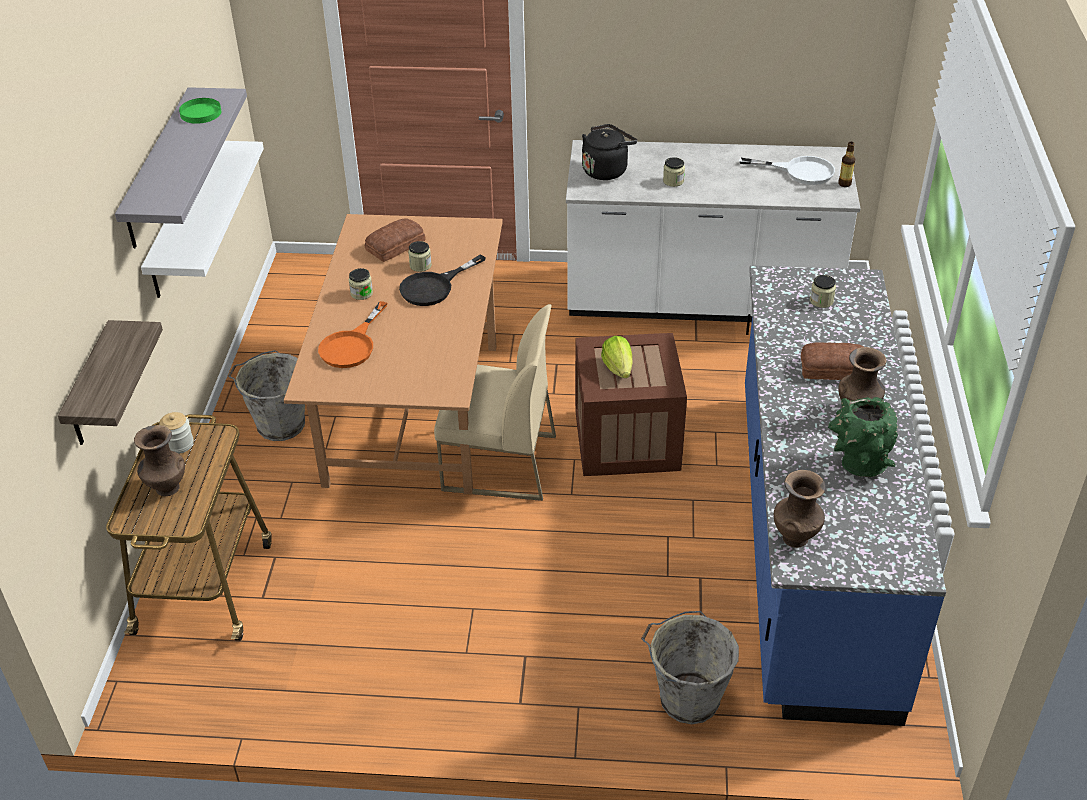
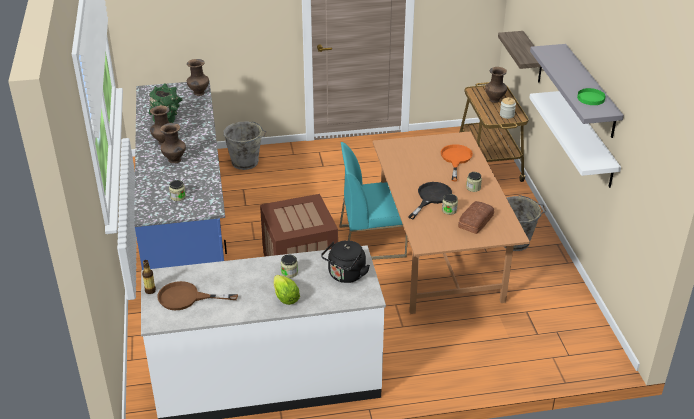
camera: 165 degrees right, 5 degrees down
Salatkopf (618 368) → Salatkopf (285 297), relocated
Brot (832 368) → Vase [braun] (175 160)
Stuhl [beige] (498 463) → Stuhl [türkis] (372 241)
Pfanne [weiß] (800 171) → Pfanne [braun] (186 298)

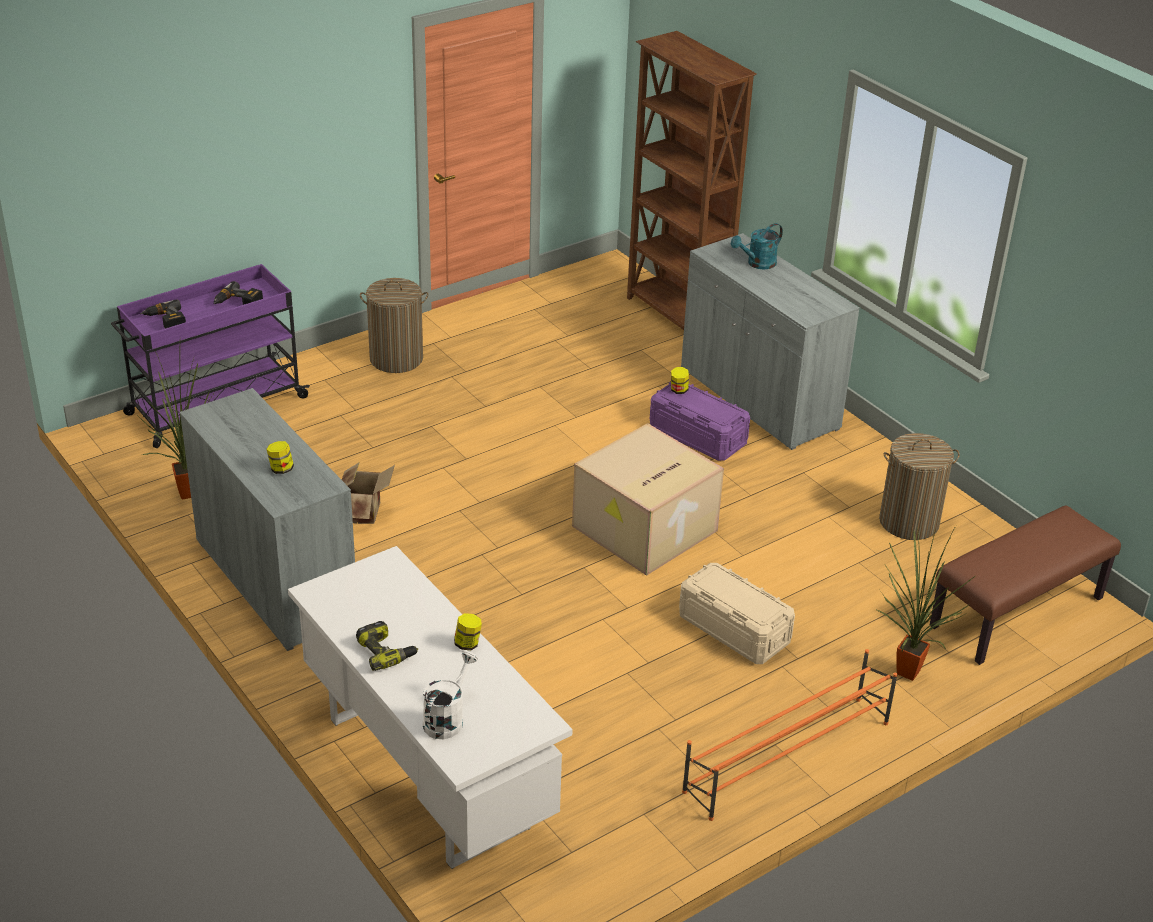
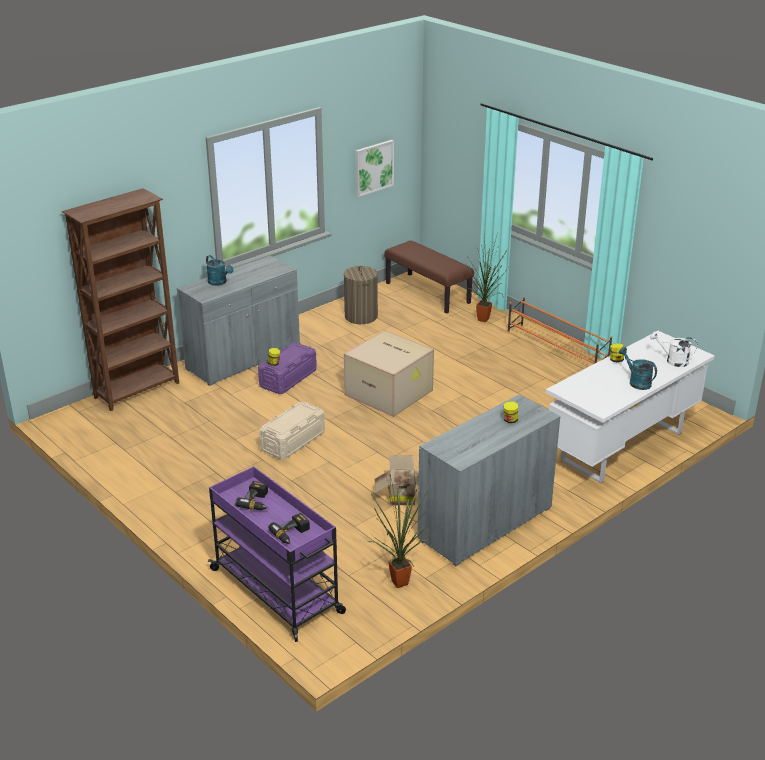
camera: 95 degrees left, 5 degrees down
Wäschekorb (396 359) → -
- → Bild (374 167)
Aufbewahrungsbox [beige] (734 629) → Aufbewahrungsbox [beige] (292 441), relocated
Bohrmaschine (386 652) → Gießkanne [türkis] (636 382)

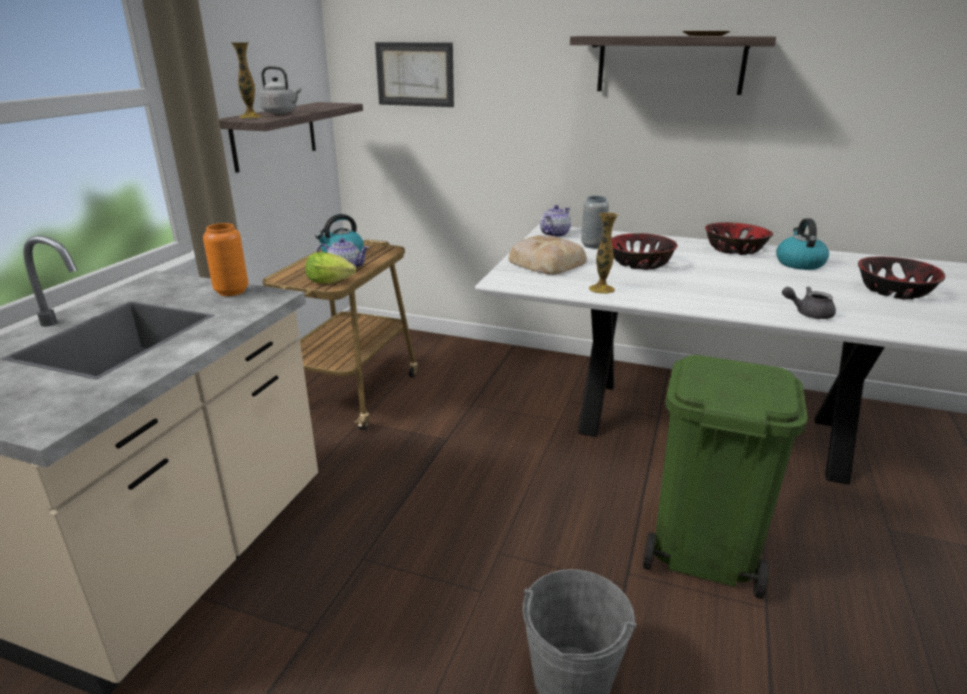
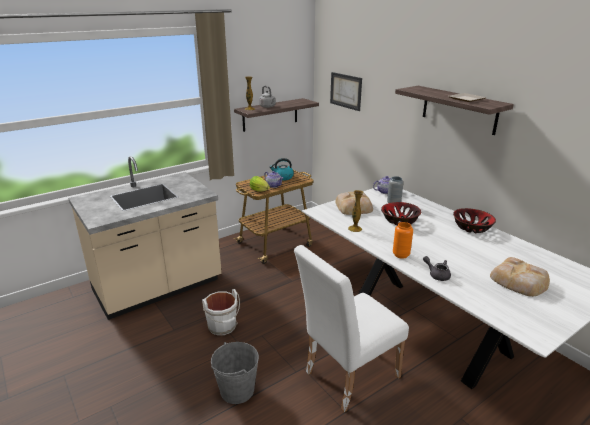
camera: 35 degrees right, 0 degrees up
Wasserkessel (799 263) → -
- → Eimer [weiß] (223 327)
Vase [orange] (231 291) → Vase [orange] (401 255), relocated
Mülleimer [grün] (701 551) → Stuhl [weiß] (346 377)
Schüssel (894 291) → Brot (519 281)

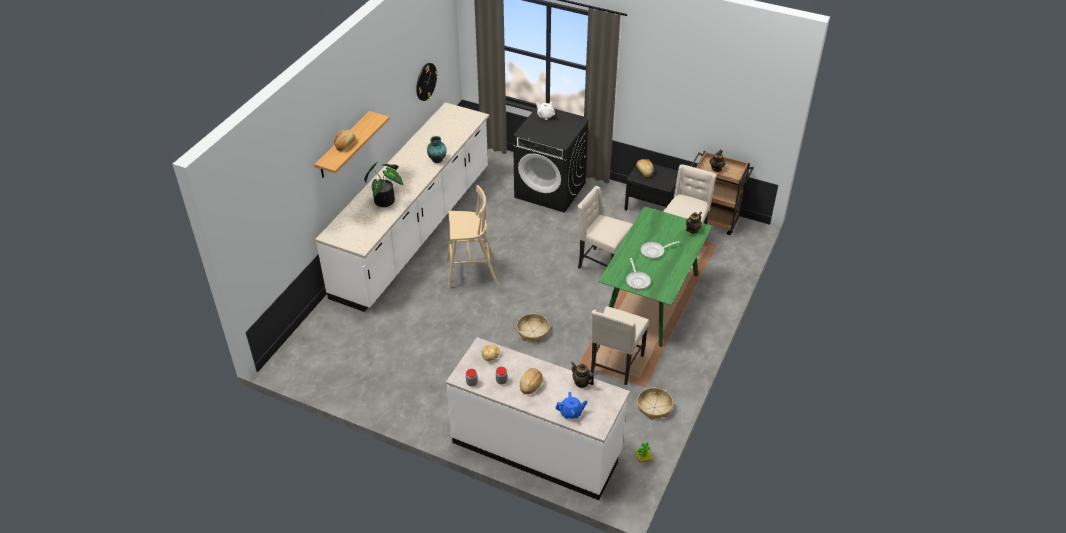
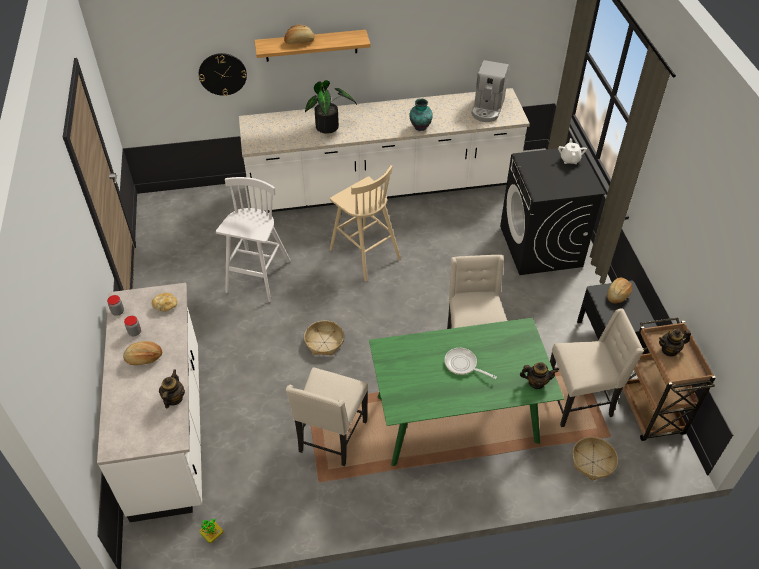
camera: 55 degrees right, 5 degrees up
Teekanne [blau] (571 413) → -
Pfanne (637 280) → -
- → Hocker [weiß] (258 277)
- → Kaffeemaschine (487 108)
Wanduhr (426 81) → Wanduhr (222 74), relocated
Korb (654 407) → Korb (593 462), relocated
Stuhl [beige] (616 365) → Stuhl [beige] (331 437), 60 degrees counterclockwise

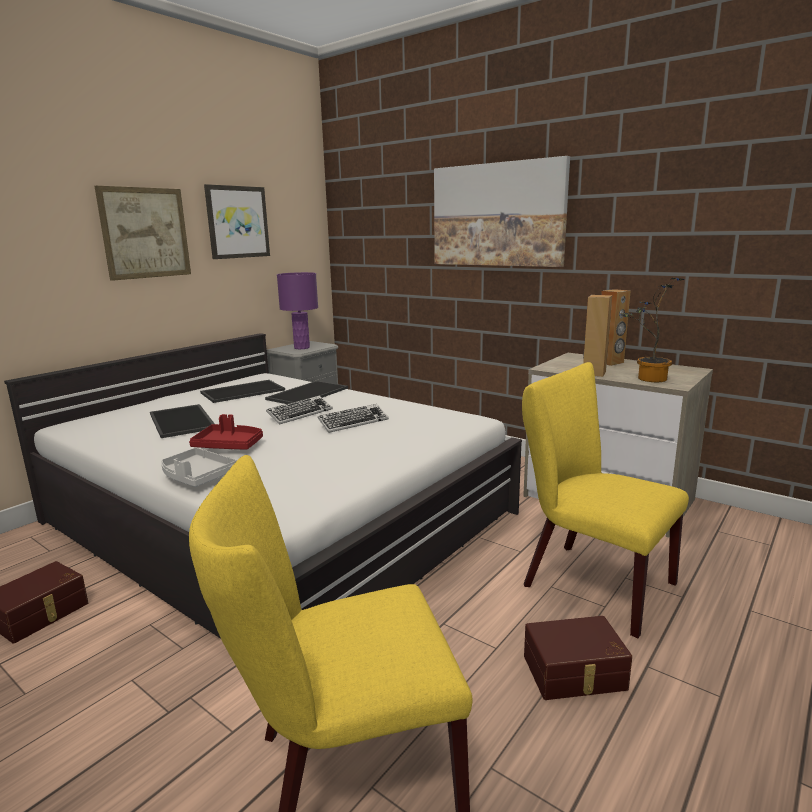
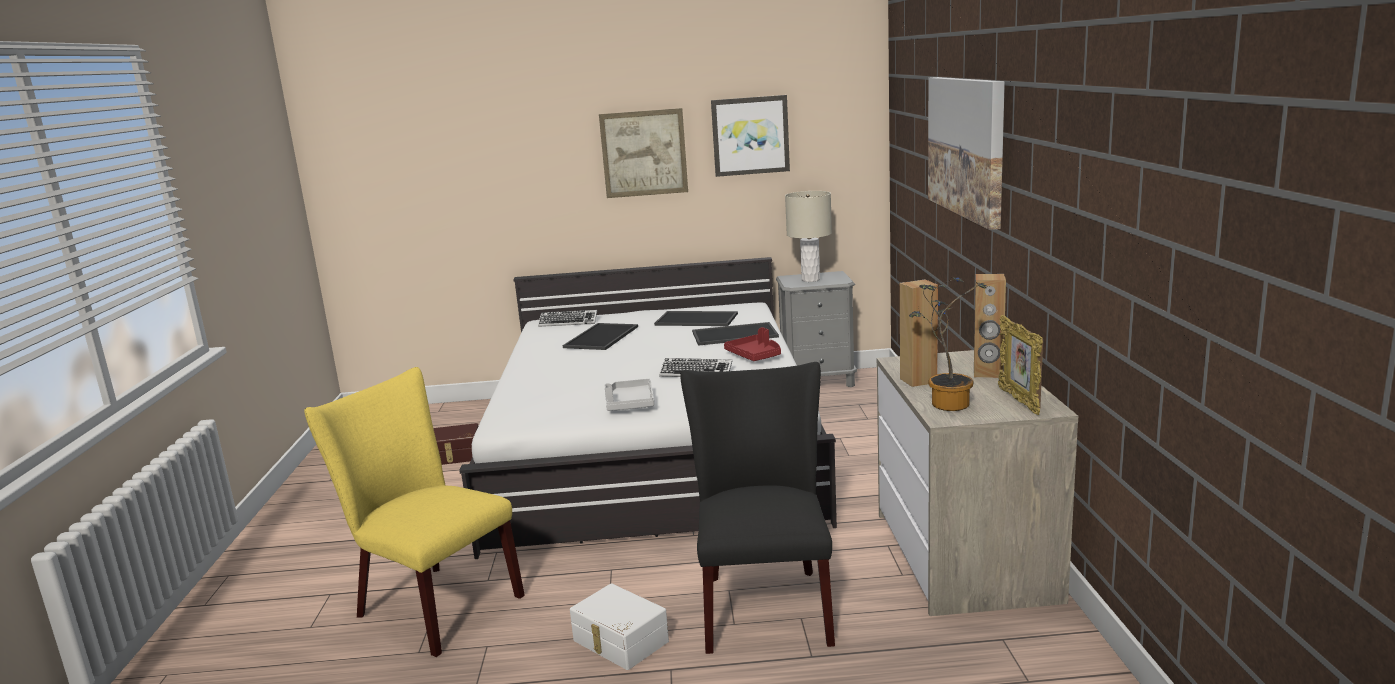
camera: 50 degrees right, 0 degrees up
- → Bilderrahmen (1019 401)
Tablett [grau] (197 476) → Tablett [grau] (630 404), relocated
Tablett [rot] (229 445) → Tablett [rot] (755 355), relocated
Tastatur (300 414) → Tastatur (568 322), relocated
Tischlampe [lila] (302 347) → Tischlampe [beige] (811 280)
Stuhl [gelb] (588 582) → Stuhl [schwarz] (764 603)
Aufbewahrungsbox [braun] (575 673) → Aufbewahrungsbox [weiß] (619 642)

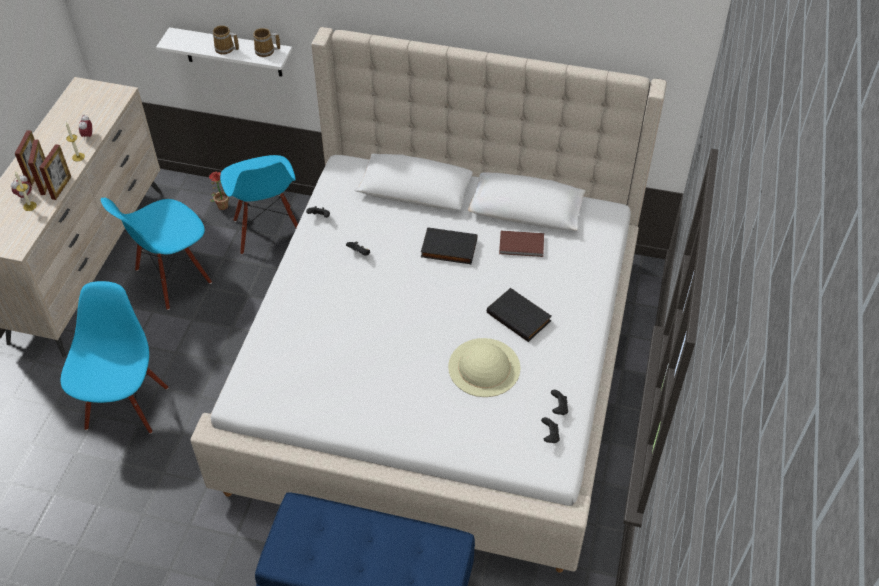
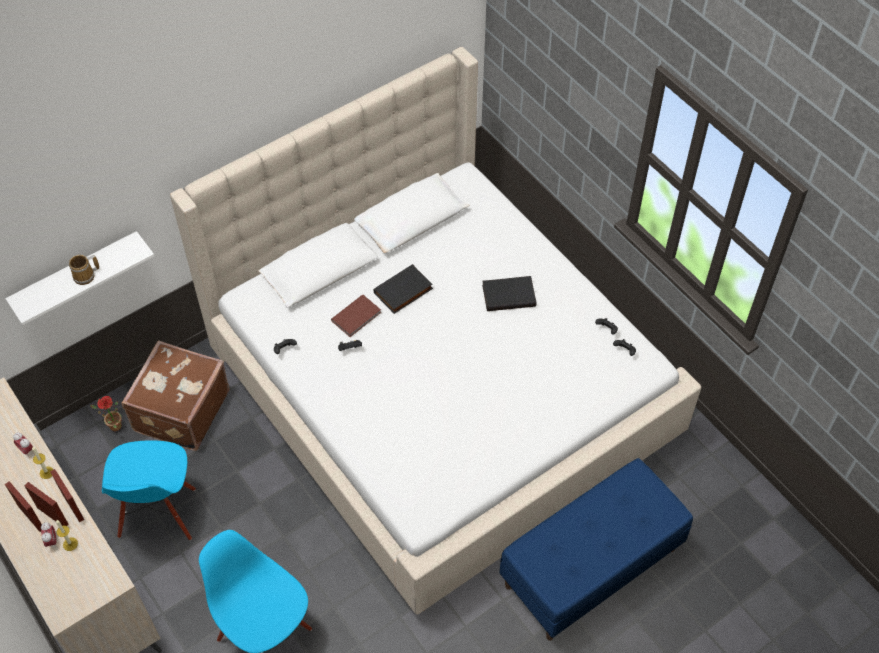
camera: 50 degrees left, 5 degrees up
Henkelbecher (266 51) → -
Hut [beige] (484 367) → -
Buch [braun] (522 246) → Buch [braun] (357 317), relocated
Stuhl [blau] (268 230) → Koffer [braun] (180 411)

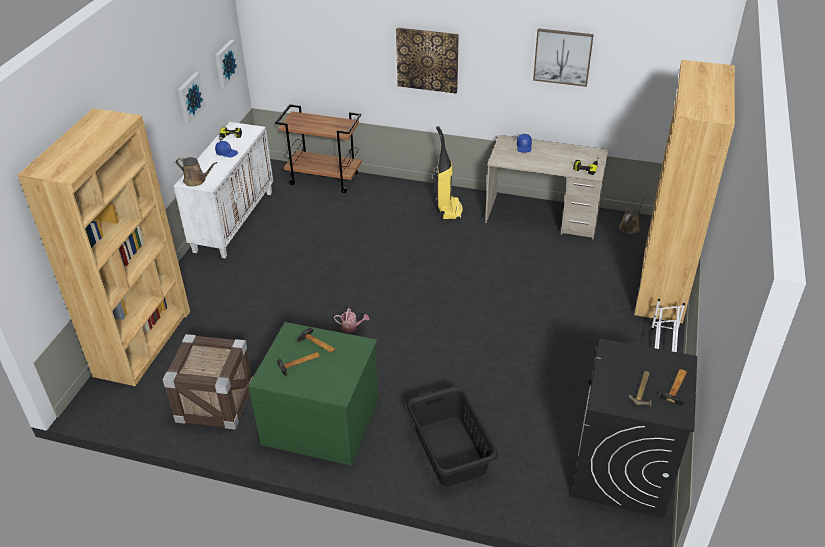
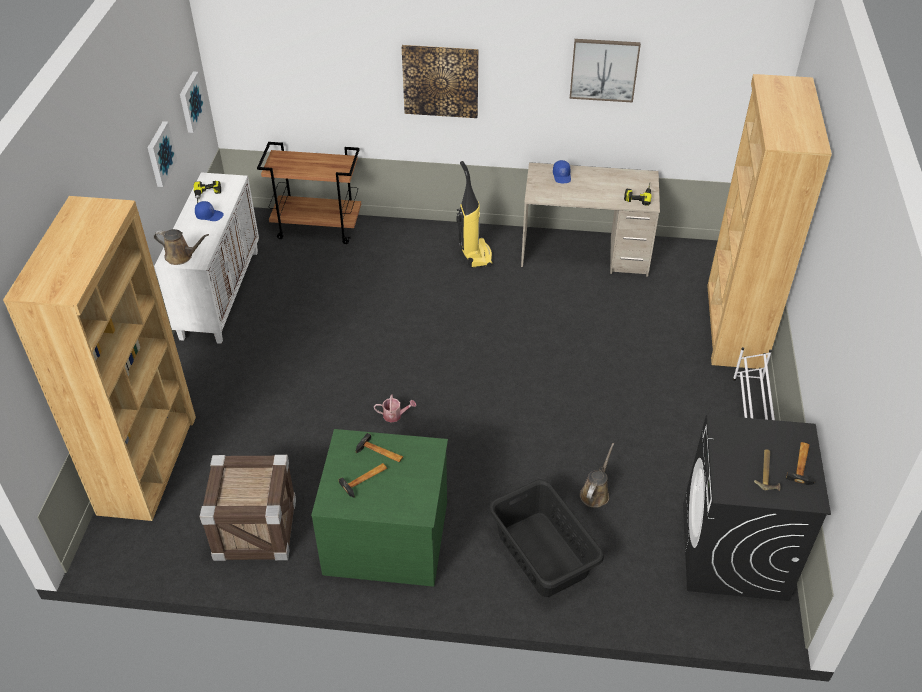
camera: 10 degrees left, 5 degrees up
Gießkanne [braun] (630 226) → Gießkanne [braun] (595 493), relocated

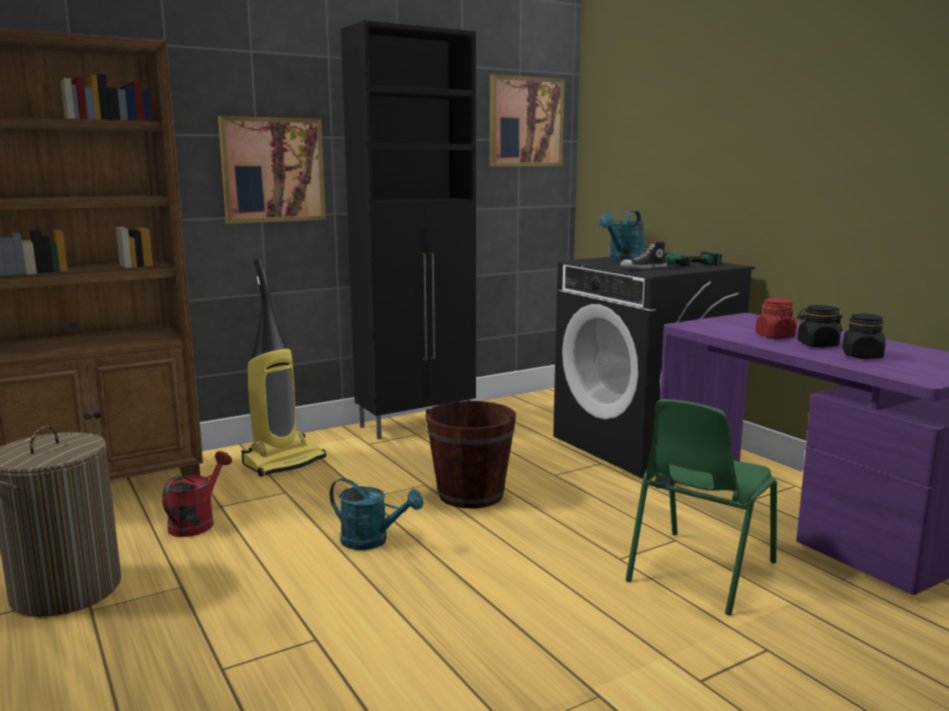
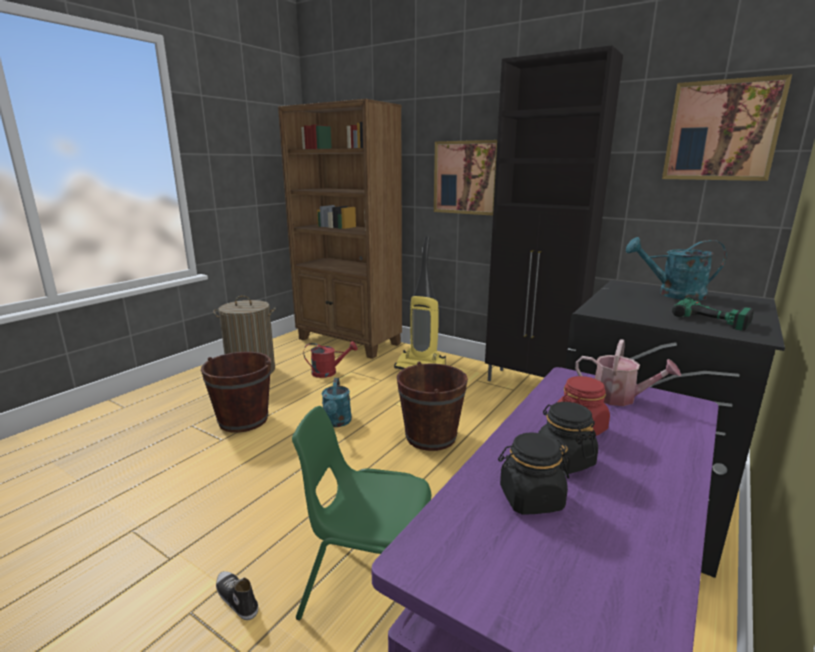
camera: 65 degrees right, 5 degrees up
- → Eimer [braun] (243 420)
- → Gießkanne (620 398)
Schuh (643 268) → Schuh (236 599), relocated

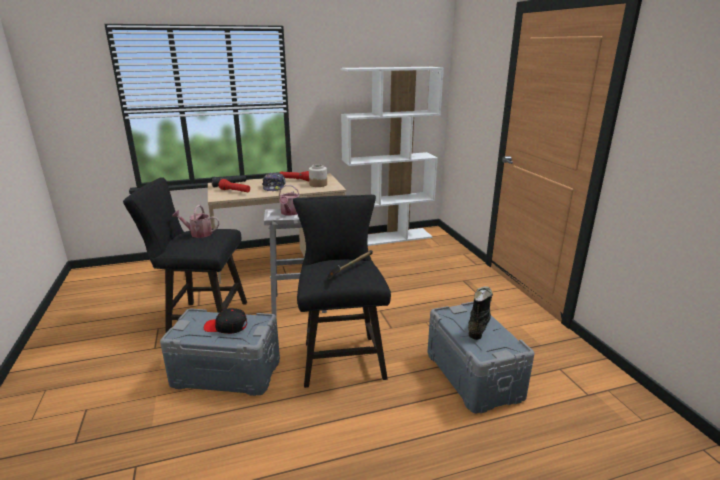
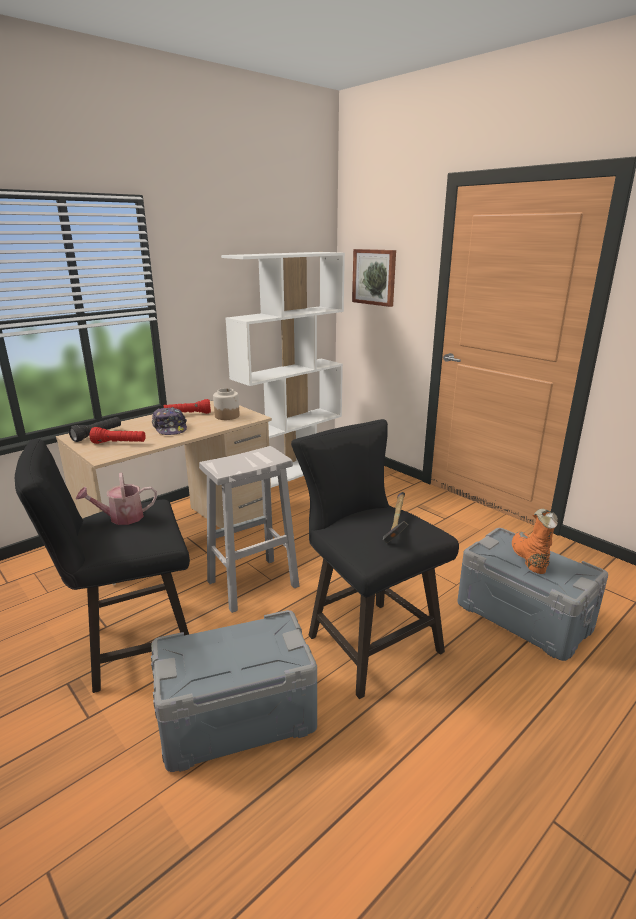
camera: 25 degrees left, 0 degrees up
Kappe [schwarz] (226 327) → -
Gießkanne (289 213) → -
- → Bild (374 277)
Stiefel [schwarz] (478 326) → Stiefel [orange] (528 557)

